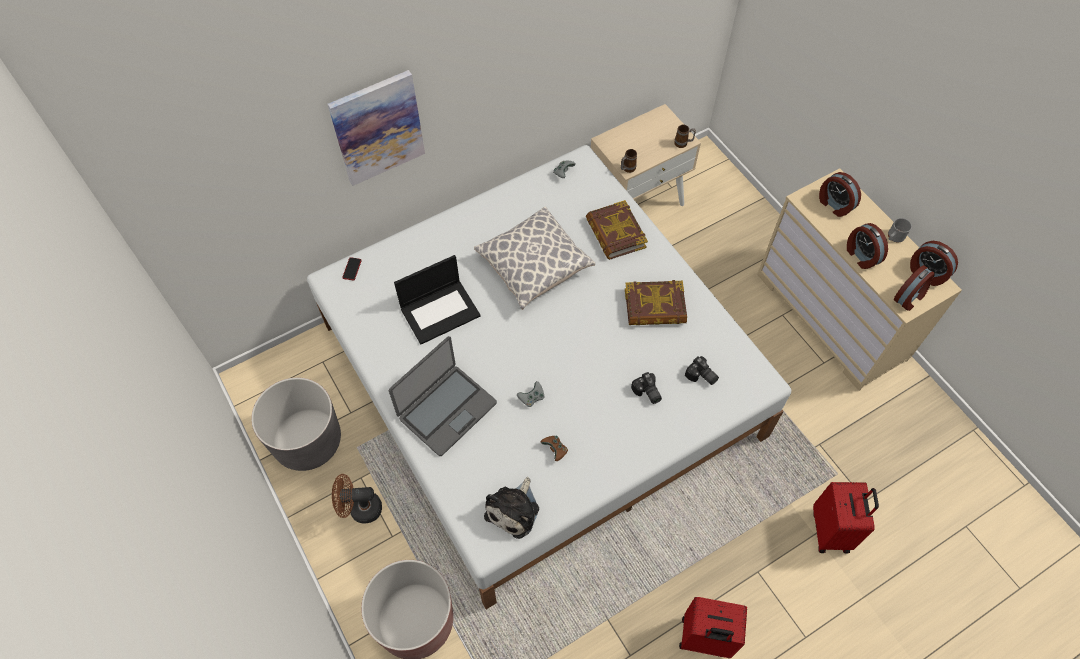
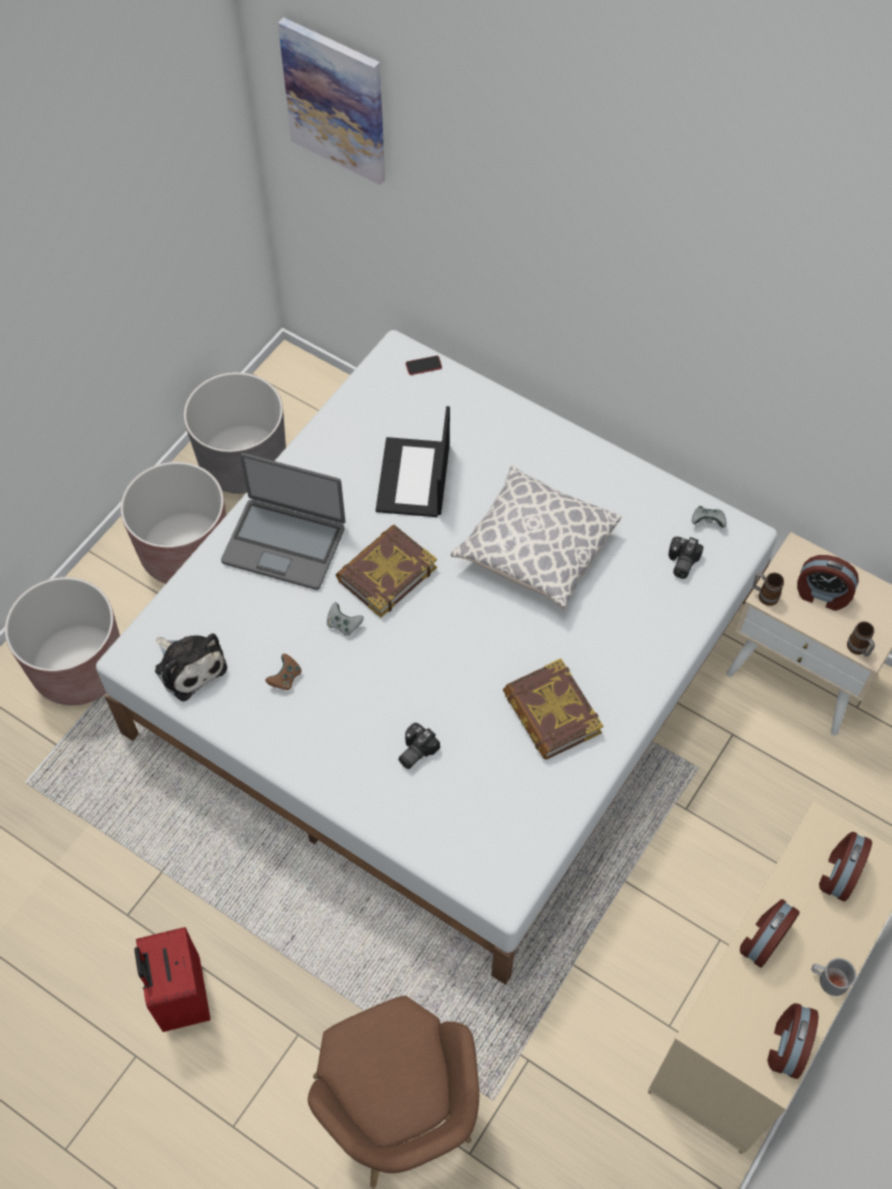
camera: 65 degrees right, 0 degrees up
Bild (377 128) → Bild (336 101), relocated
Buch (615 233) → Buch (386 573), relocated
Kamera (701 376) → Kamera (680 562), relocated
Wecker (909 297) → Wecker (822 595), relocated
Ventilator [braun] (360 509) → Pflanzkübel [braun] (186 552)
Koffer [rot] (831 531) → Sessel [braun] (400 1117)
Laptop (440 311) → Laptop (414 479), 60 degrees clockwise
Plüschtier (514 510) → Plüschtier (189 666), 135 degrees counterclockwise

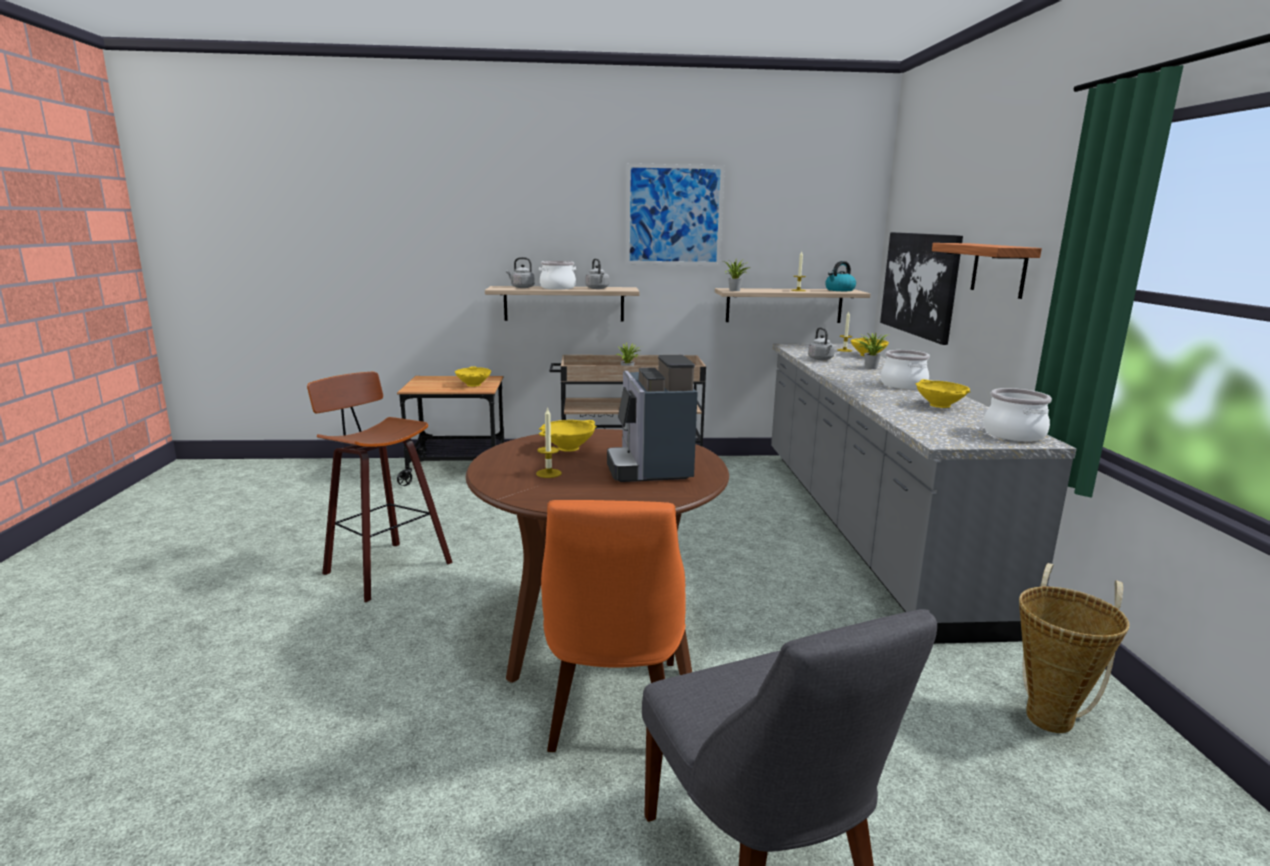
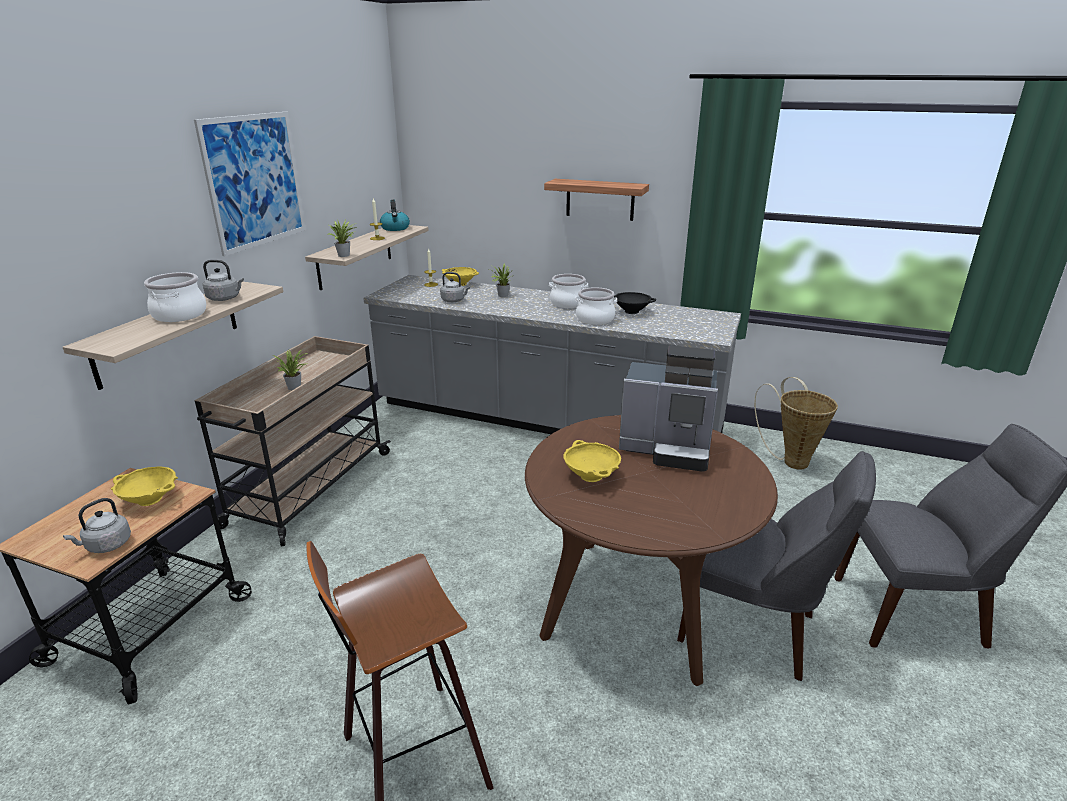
camera: 65 degrees left, 10 degrees up
Kerze (548 473) → -
Bild (919 284) → -
Wasserkessel [grau] (521 287) → Wasserkessel [grau] (106 545), relocated
Kochtopf (1014 434) → Kochtopf (595 319), relocated
Stuhl [orange] (613 709) → Stuhl [grau] (754 629)
Schüssel [gelb] (940 405) → Schüssel [schwarz] (631 311)

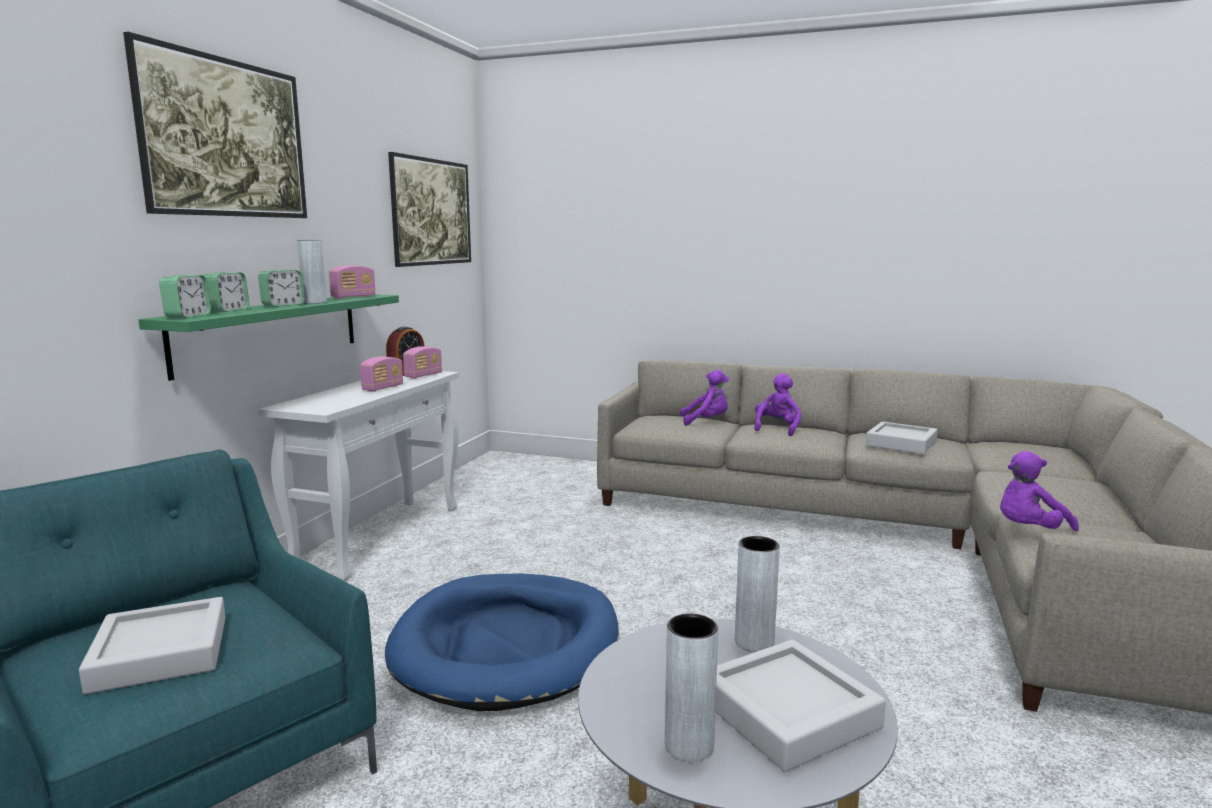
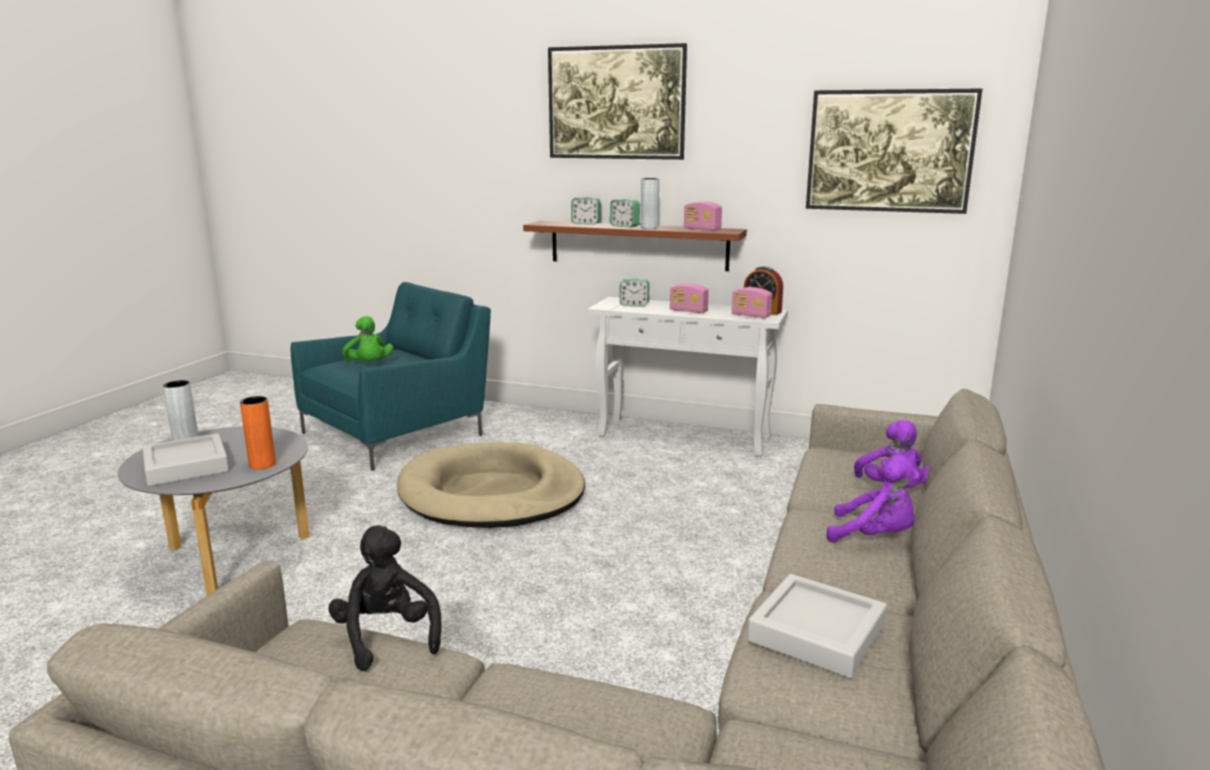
camera: 90 degrees right, 5 degrees up
Wecker (188 316) → Wecker (634 305), relocated
Tablett [grau] (160 653) → Plüschtier [grün] (369 365)
Wandregal [grün] (271 331) → Wandregal [braun] (638 245)
Hundebett [blau] (507 645) → Hundebett [beige] (491 493)
Vase [grau] (754 642) → Vase [orange] (262 465)
Plüschtier [lila] (1028 531) → Plüschtier [schwarz] (387 636)

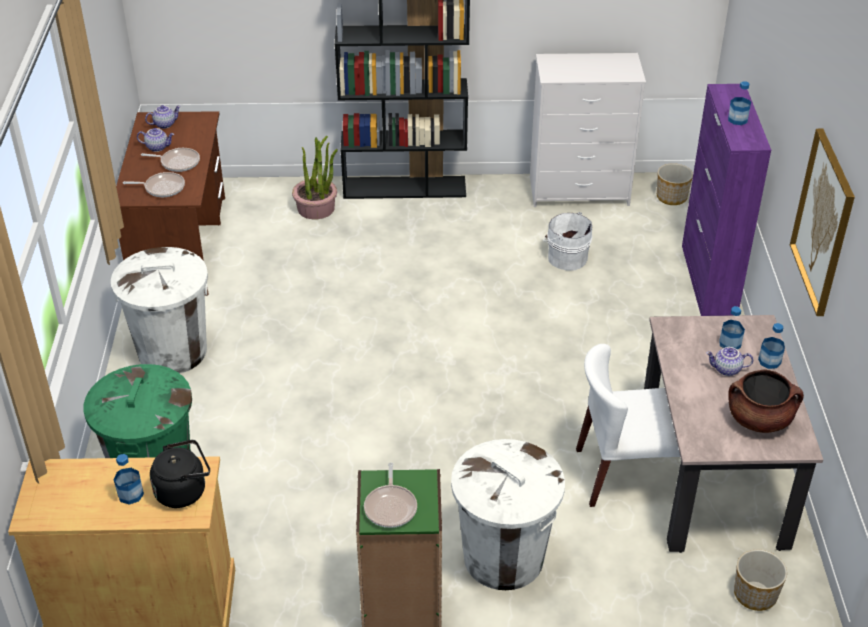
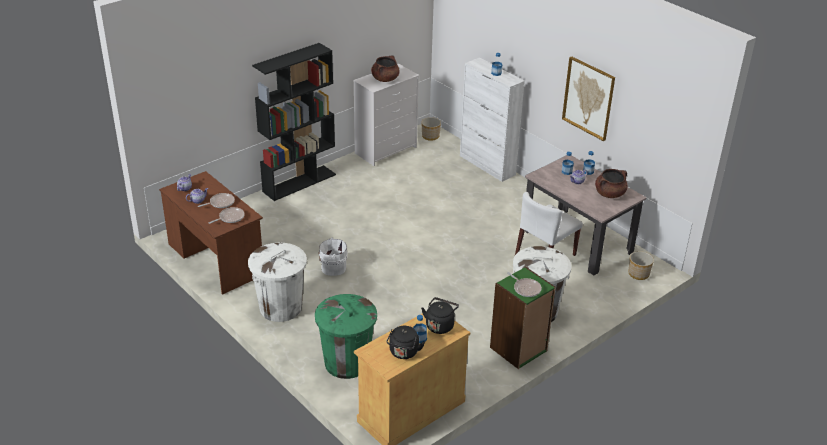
camera: 40 degrees left, 5 degrees down
Topfpflanze (316 208) → -
- → Kochtopf [braun] (385 79)
- → Wasserkessel [schwarz] (403 353)
Eimer [weiß] (566 257) → Eimer [weiß] (332 268), relocated
Schrank [lila] (708 280) → Schrank [weiß] (487 165)

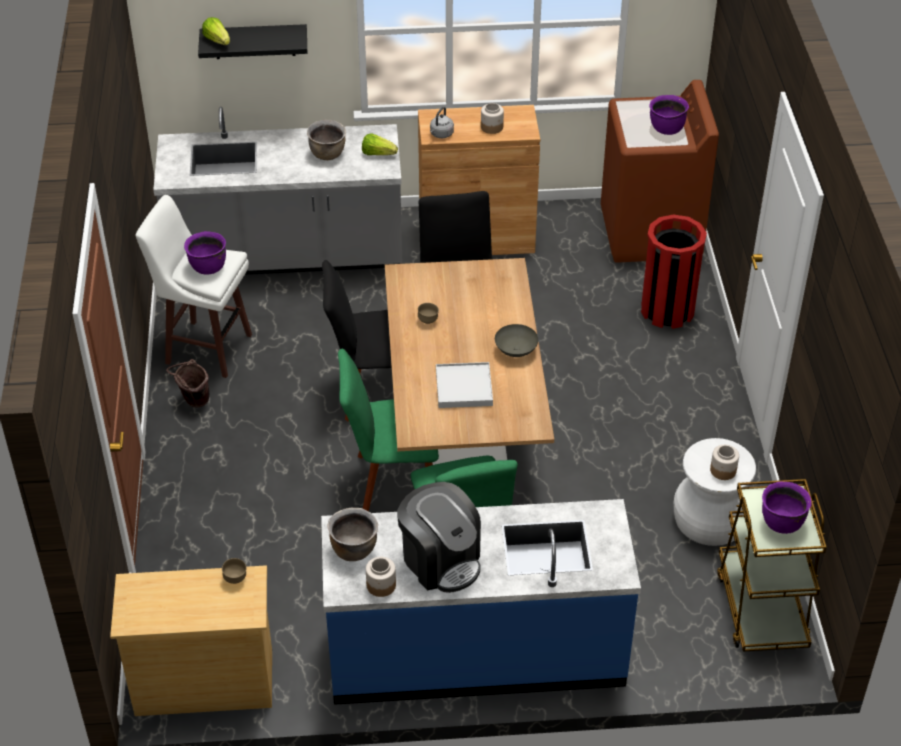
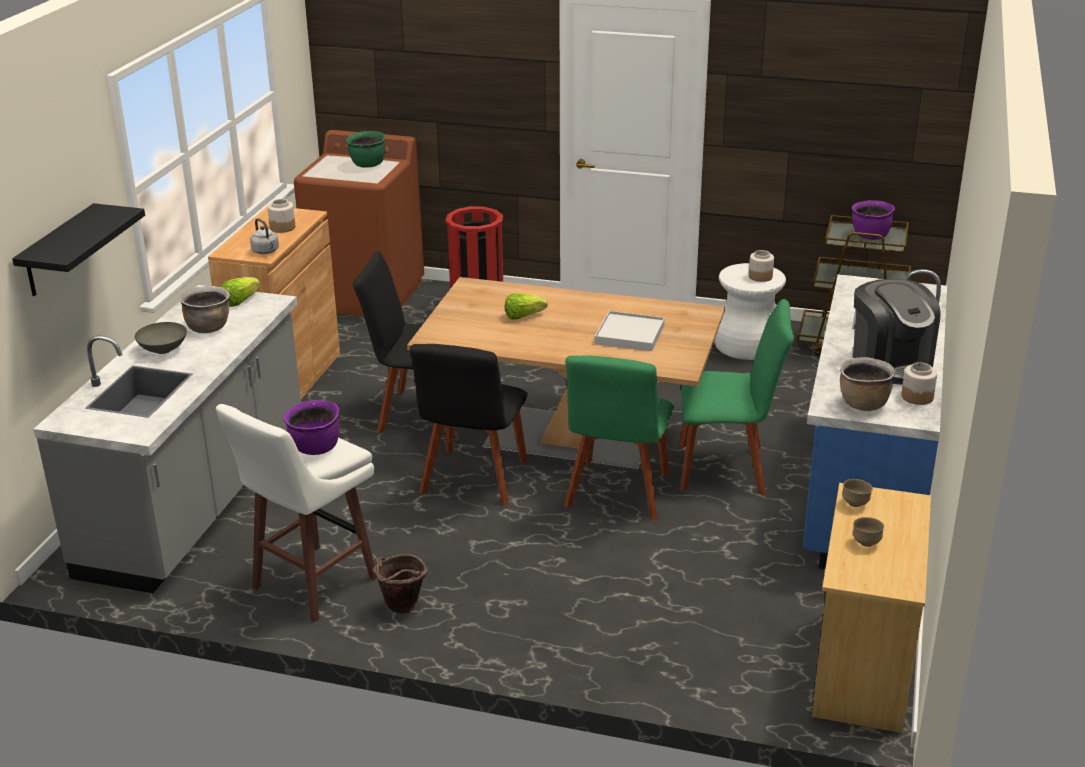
camera: 70 degrees left, 15 degrees down
Salatkopf (217 40) → Salatkopf (523 316), relocated
Schüssel [braun] (428 321) → Schüssel [braun] (866 543), relocated
Schüssel [grau] (516 351) → Schüssel [grau] (164 350), relocated
Kochtopf [lila] (666 129) → Kochtopf [grün] (368 165)
Kaffeemaschine (440 560) → Kaffeemaschine (890 363), 90 degrees clockwise

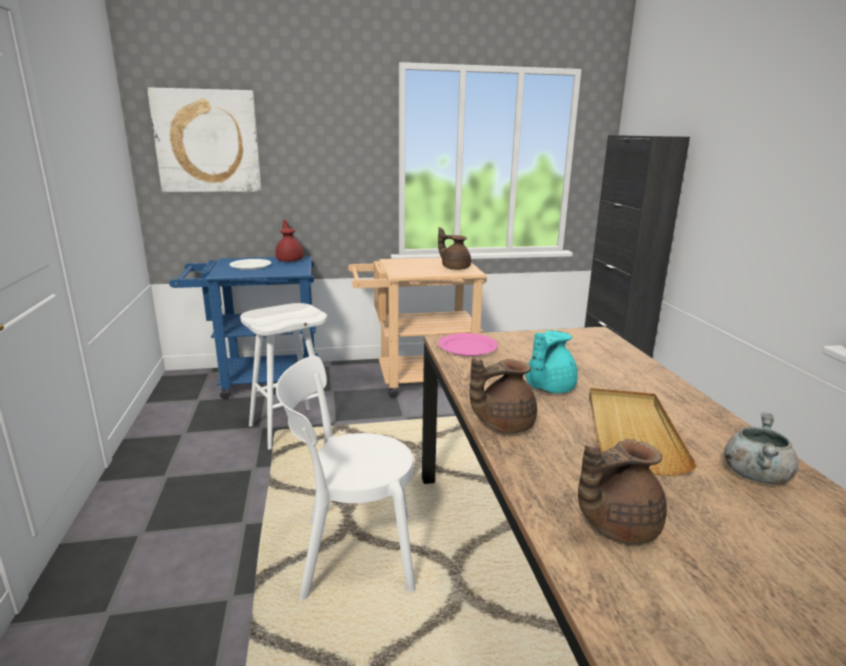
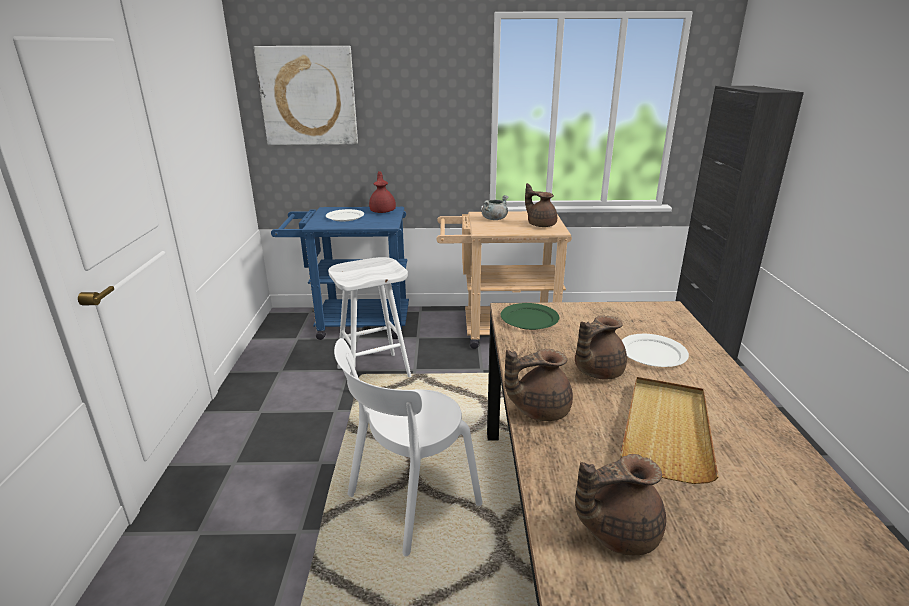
camera: 10 degrees right, 5 degrees up
- → Teller [weiß] (652 353)
Kochtopf [grau] (754 474) → Kochtopf [grau] (494 219), relocated
Teller [rosa] (468 347) → Teller [grün] (529 319)
Teekanne [türkis] (547 388) → Teekanne [braun] (596 371)
Stuhl [weiß] (350 554) → Stuhl [weiß] (409 503), 45 degrees counterclockwise

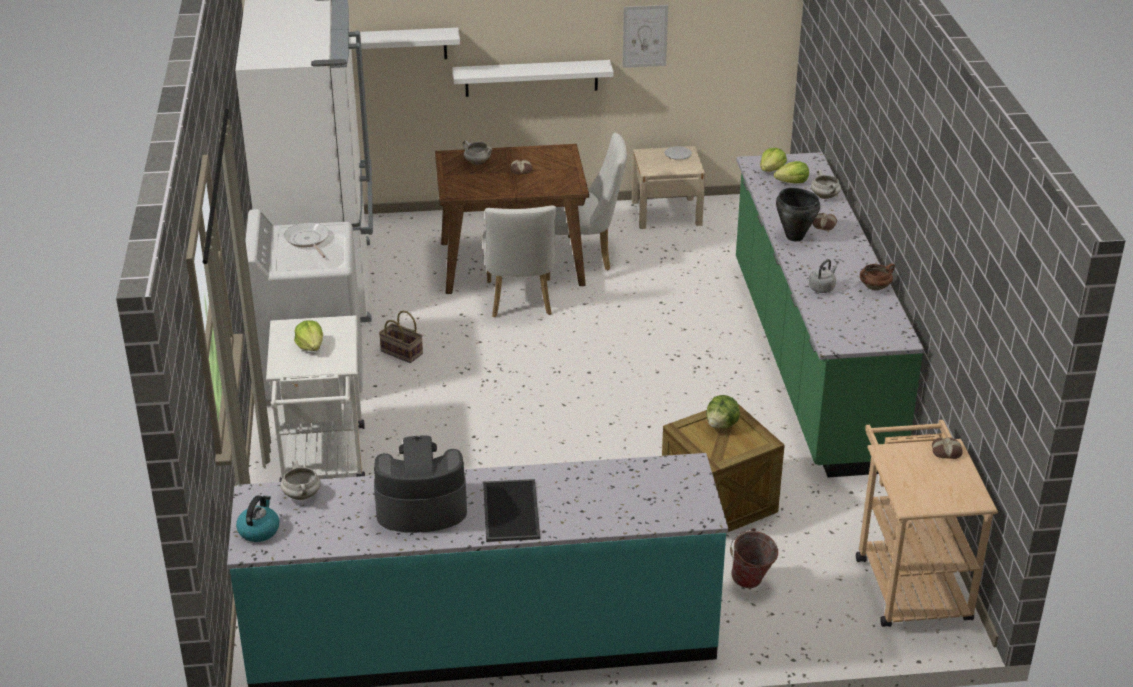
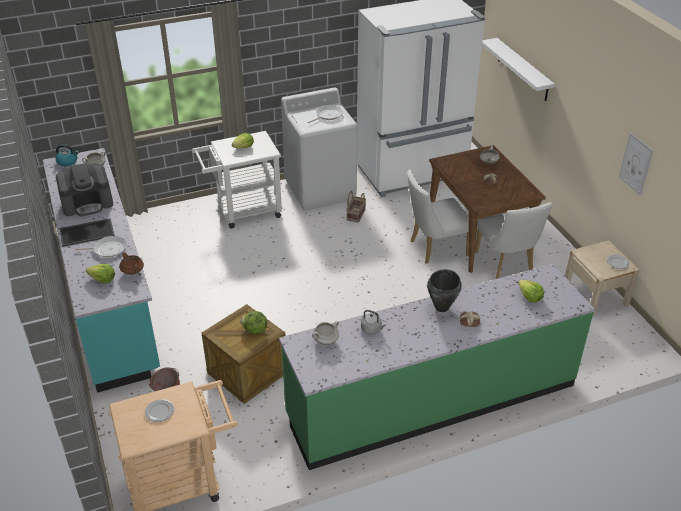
camera: 75 degrees right, 5 degrees up
Wandregal [weiß] (531 78) → -
Brot (946 451) → -
- → Pfanne (108 249)
- → Teller (160 412)
Salatkopf (771 170) → Salatkopf (102 279), relocated
Kochtopf [weiß] (825 197) → Kochtopf [weiß] (325 341), relocated
Kochtopf [braun] (875 287) → Kochtopf [braun] (133 272), relocated
Kaffeemaschine (420 508) → Kaffeemaschine (88 203), 90 degrees clockwise

